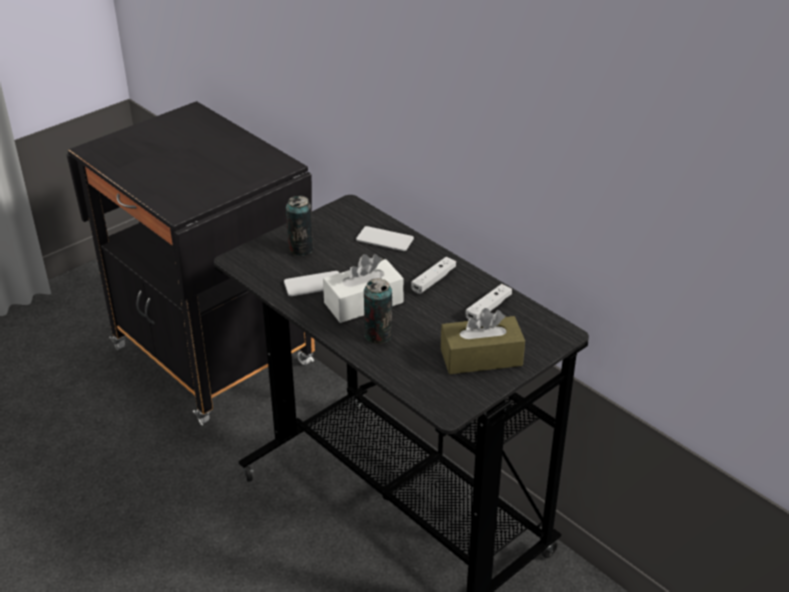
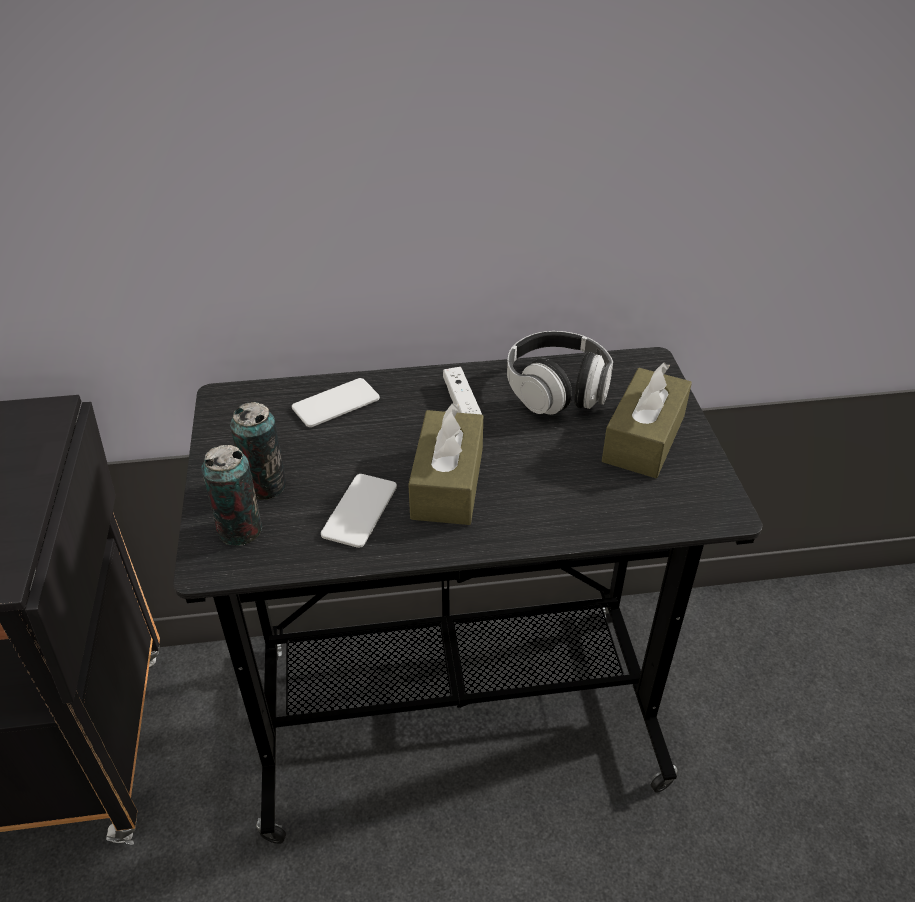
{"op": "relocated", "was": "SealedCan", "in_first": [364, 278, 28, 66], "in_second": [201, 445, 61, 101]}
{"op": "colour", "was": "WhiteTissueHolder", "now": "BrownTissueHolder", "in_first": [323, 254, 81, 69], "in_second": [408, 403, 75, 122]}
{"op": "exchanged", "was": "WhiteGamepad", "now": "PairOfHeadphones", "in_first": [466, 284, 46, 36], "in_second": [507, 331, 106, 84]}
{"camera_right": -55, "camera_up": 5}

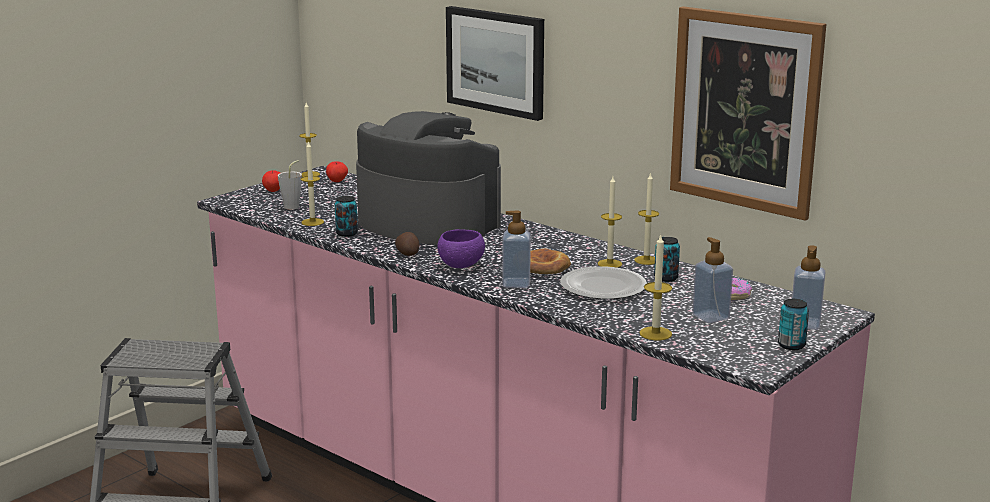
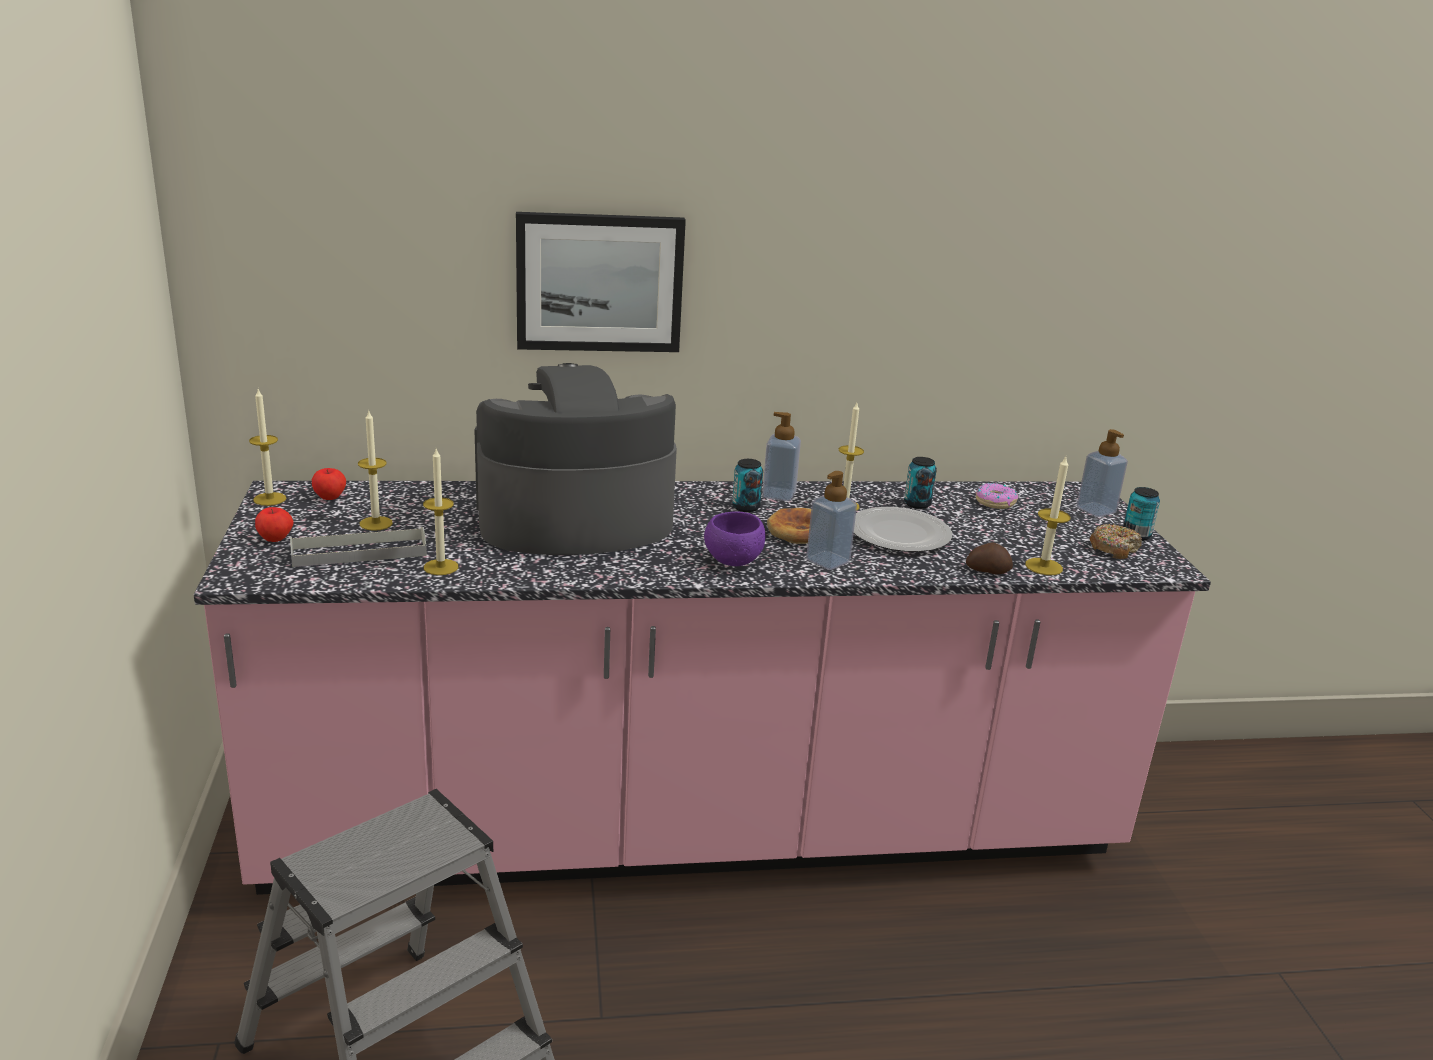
{"op": "exchanged", "was": "GreyishCup", "now": "GreyishTray", "in_first": [278, 160, 24, 49], "in_second": [290, 527, 137, 40]}
{"op": "relocated", "was": "WaxLight", "in_first": [634, 172, 25, 93], "in_second": [358, 409, 35, 122]}
{"op": "relocated", "was": "SealedCan", "in_first": [335, 196, 23, 41], "in_second": [732, 459, 31, 53]}
{"op": "relocated", "was": "SoapDispenser", "in_first": [692, 237, 41, 86], "in_second": [762, 412, 39, 89]}
{"op": "relocated", "was": "Potato", "in_first": [395, 232, 24, 24], "in_second": [966, 542, 47, 32]}
{"op": "appeared", "now": "RingDoughnut", "in_second": [1090, 524, 52, 35]}
{"op": "missing", "was": "WallArt", "in_first": [670, 6, 156, 215]}
{"camera_right": -50, "camera_up": 5}

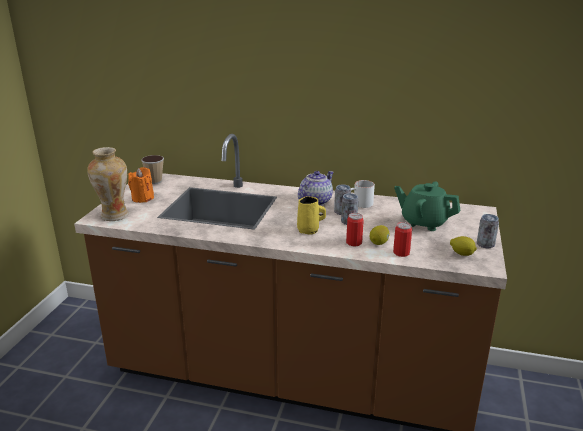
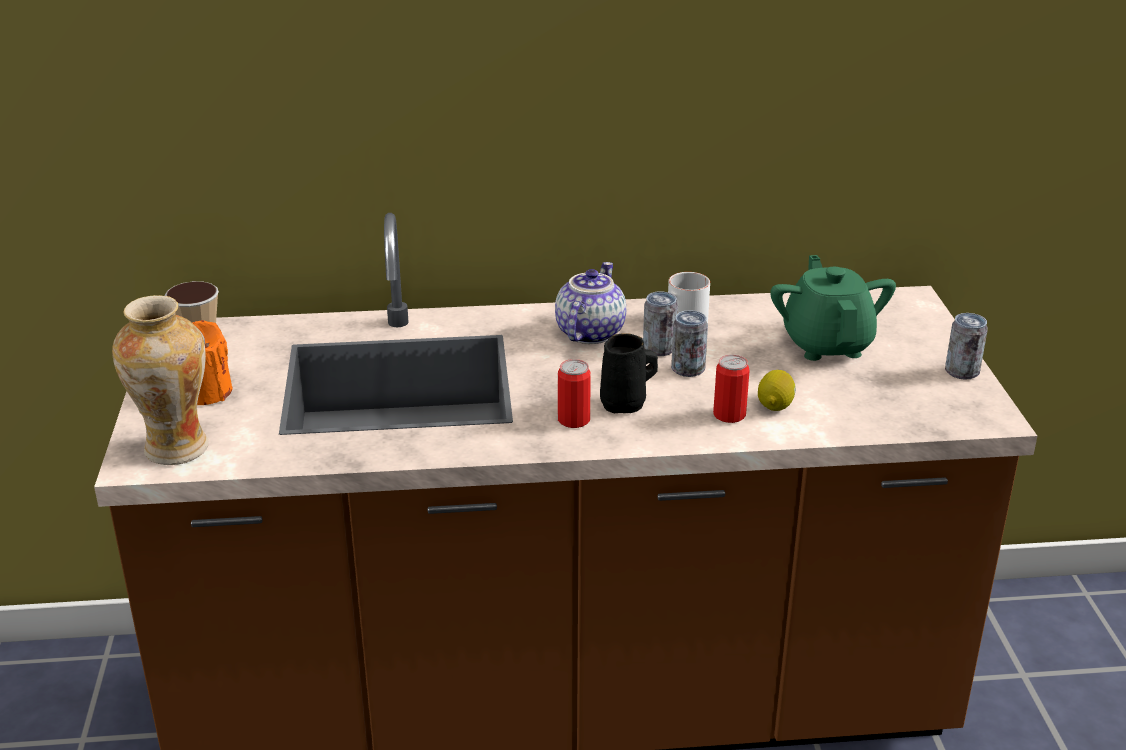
{"op": "relocated", "was": "SealedCan", "in_first": [393, 222, 19, 35], "in_second": [558, 359, 33, 69]}
{"op": "colour", "was": "YellowishCoffeeMug", "now": "BlackColouredCoffeeMug", "in_first": [297, 196, 29, 38], "in_second": [600, 333, 58, 80]}
{"op": "spun", "was": "GreenTeaPot", "in_first": [394, 181, 67, 50], "in_second": [770, 255, 126, 106], "clockwise": 75}
{"op": "missing", "was": "Lemon", "in_first": [450, 236, 27, 20]}
{"camera_right": -20, "camera_up": 5}

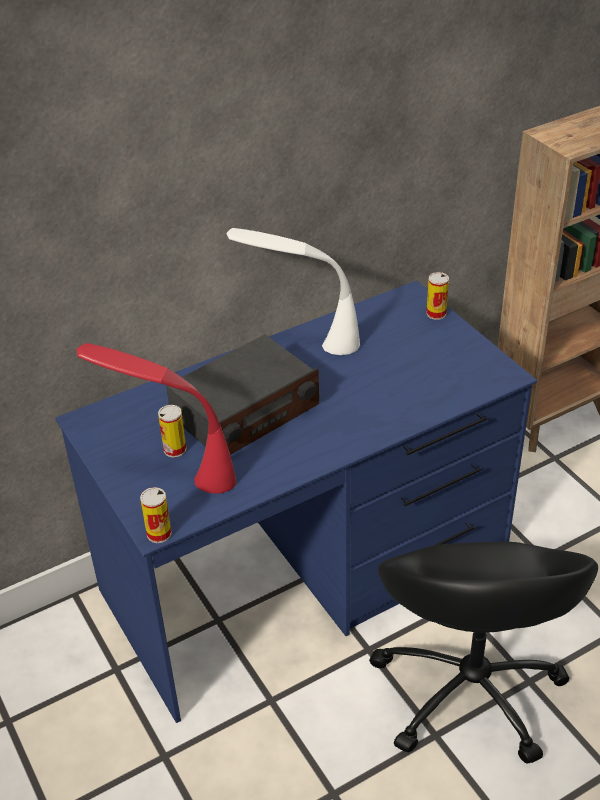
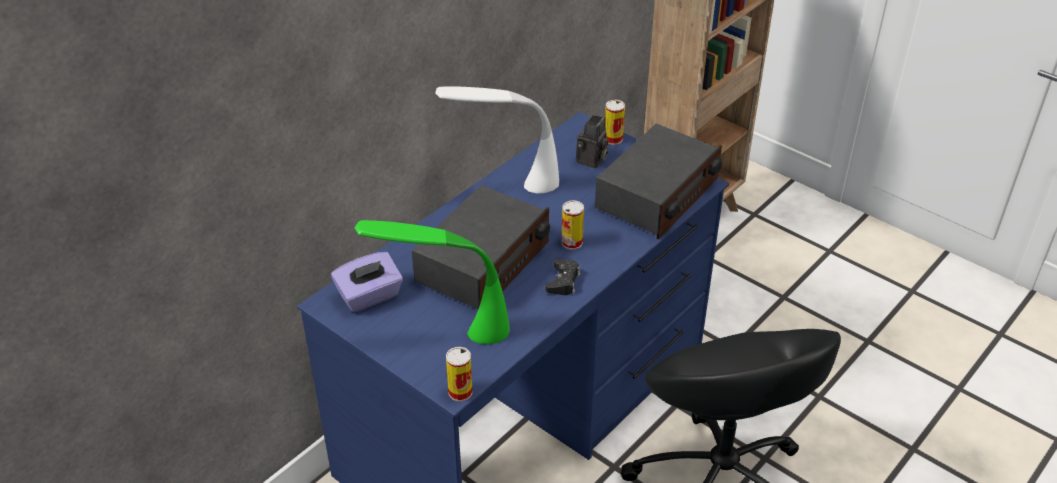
{"op": "appeared", "now": "PurplishTissueHolder", "in_second": [331, 252, 72, 60]}
{"op": "colour", "was": "ReddishTabletopLamp", "now": "GreenTabletopLamp", "in_first": [77, 343, 160, 150], "in_second": [355, 220, 155, 124]}
{"op": "appeared", "now": "BlackColouredGamepad", "in_second": [545, 259, 35, 36]}
{"op": "relocated", "was": "SealedCan", "in_first": [158, 405, 28, 53], "in_second": [562, 200, 22, 50]}
{"op": "appeared", "now": "PhotoCamera", "in_second": [576, 115, 33, 53]}
{"op": "appeared", "now": "Radio", "in_second": [595, 124, 127, 116]}
{"camera_right": -20, "camera_up": 0}

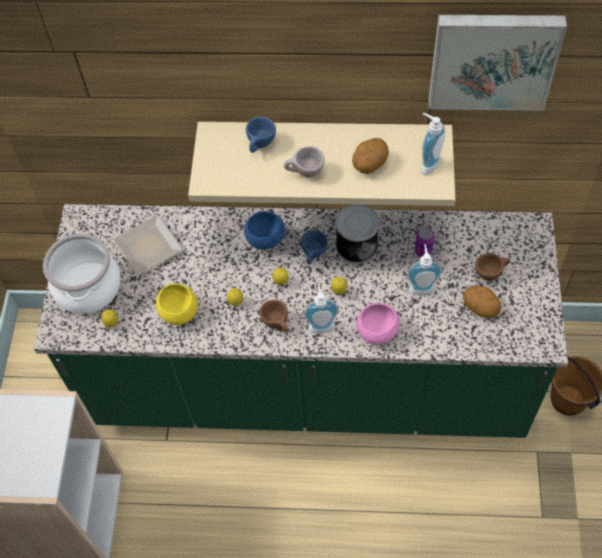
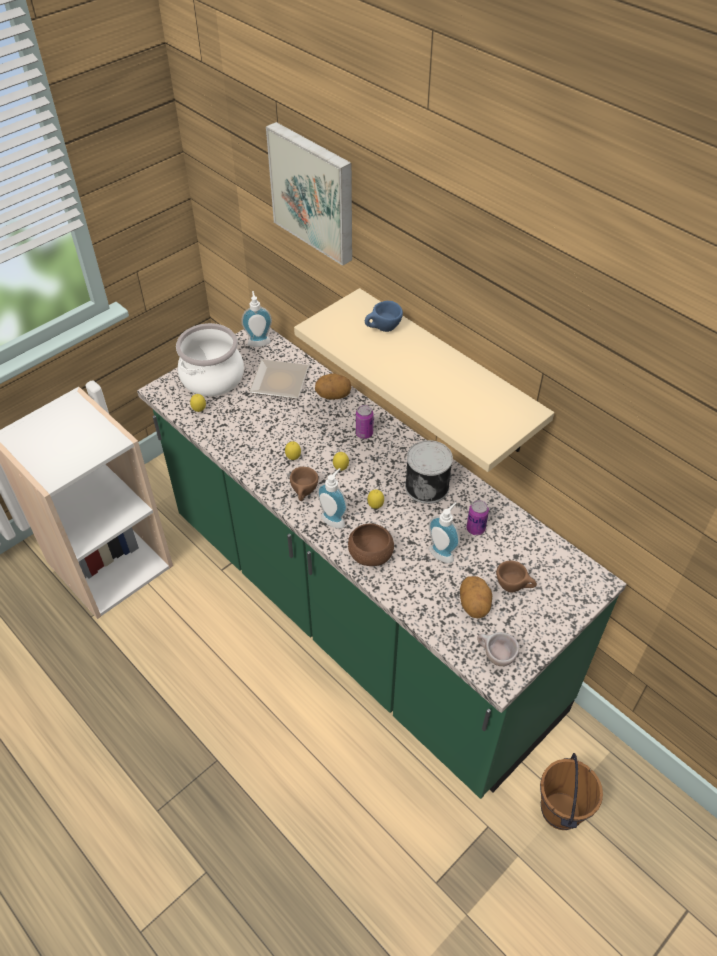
{"op": "relocated", "was": "SoapDispenser", "in_first": [421, 113, 24, 62], "in_second": [241, 291, 31, 56]}
{"op": "relocated", "was": "WallArt", "in_first": [429, 15, 138, 96], "in_second": [266, 122, 86, 144]}
{"op": "relocated", "was": "Potato", "in_first": [352, 138, 37, 36], "in_second": [315, 373, 37, 27]}
{"op": "colour", "was": "PinkDeepDish", "now": "BrownDeepDish", "in_first": [357, 303, 43, 41], "in_second": [348, 523, 46, 43]}
{"op": "exchanged", "was": "BlueColouredDeepDish", "now": "SealedCan", "in_first": [244, 211, 41, 39], "in_second": [356, 405, 18, 34]}
{"op": "relocated", "was": "BeigeColouredCup", "in_first": [284, 146, 40, 32], "in_second": [477, 632, 42, 34]}
{"op": "missing", "was": "YellowishDeepDish", "in_first": [156, 284, 42, 41]}
{"op": "missing", "was": "BlueColouredCup", "in_first": [301, 230, 27, 35]}
{"camera_right": 40, "camera_up": -10}

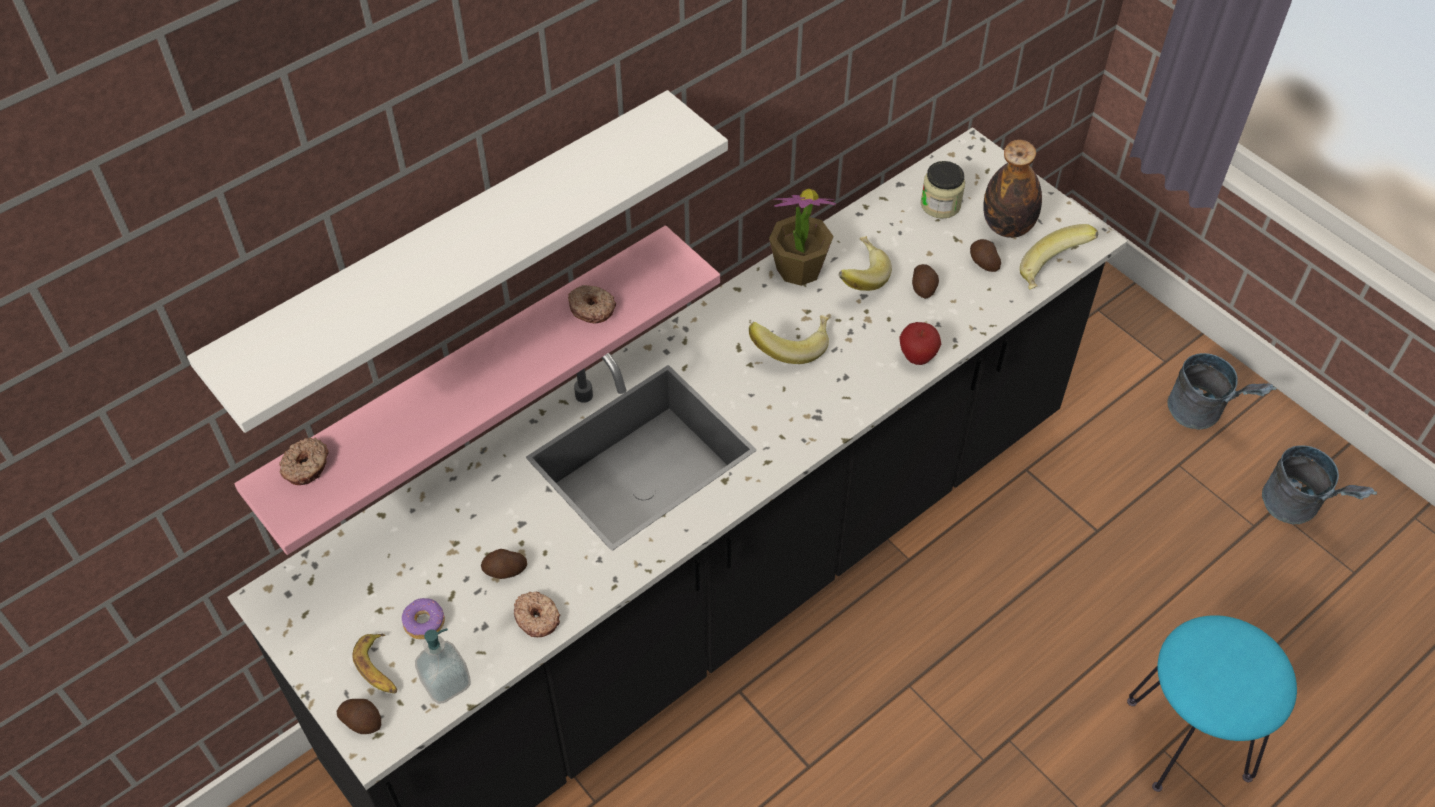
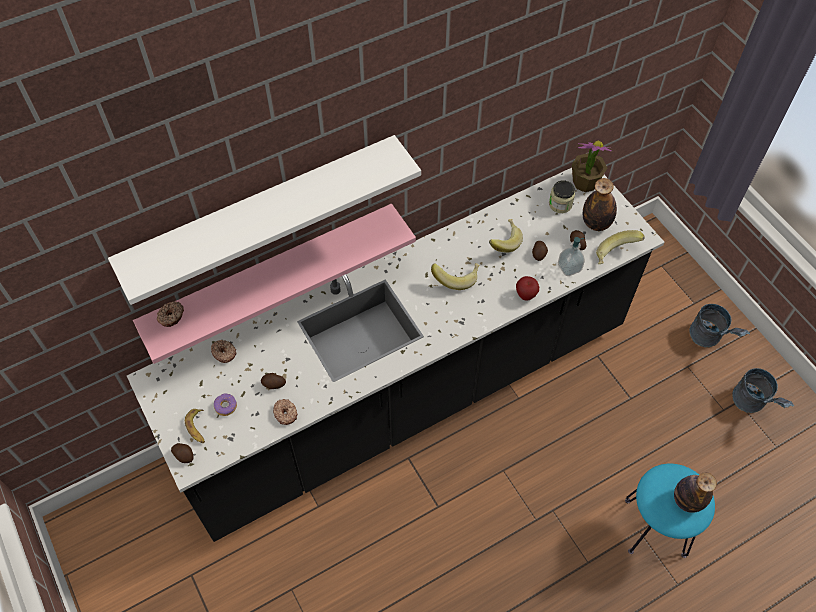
{"op": "relocated", "was": "RingDoughnut", "in_first": [568, 285, 48, 38], "in_second": [211, 340, 25, 23]}
{"op": "relocated", "was": "SoapDispenser", "in_first": [415, 628, 56, 76], "in_second": [558, 237, 27, 39]}
{"op": "relocated", "was": "PottedPlant", "in_first": [769, 189, 67, 97], "in_second": [572, 140, 40, 52]}
{"op": "appeared", "now": "Bottle", "in_second": [674, 472, 43, 41]}
{"camera_right": 10, "camera_up": 5}

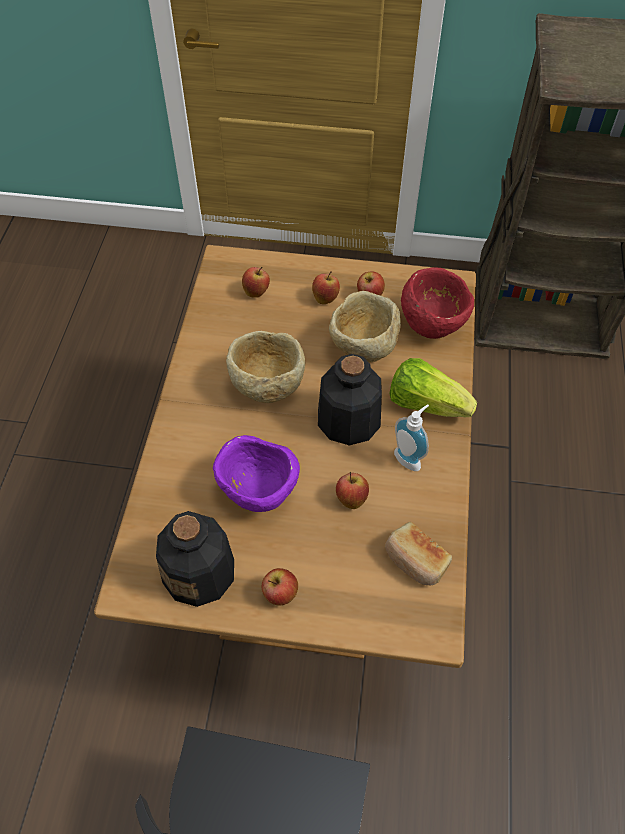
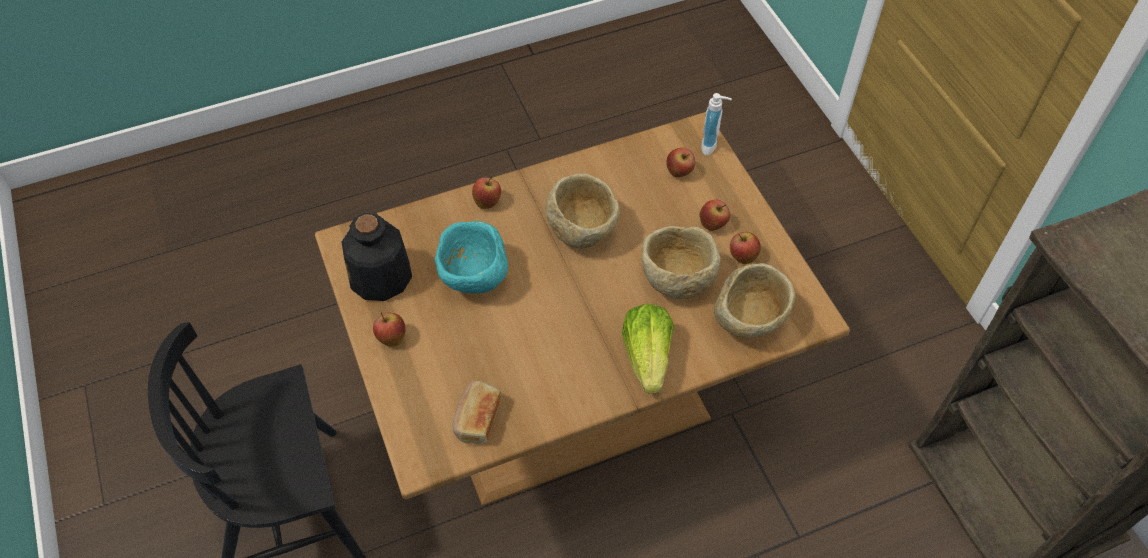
{"op": "colour", "was": "PurplishDeepDish", "now": "TurquoiseColouredDeepDish", "in_first": [213, 435, 87, 77], "in_second": [435, 221, 73, 72]}
{"op": "relocated", "was": "WholeApple", "in_first": [336, 472, 33, 37], "in_second": [472, 177, 29, 32]}
{"op": "relocated", "was": "SoapDispenser", "in_first": [394, 404, 35, 67], "in_second": [701, 93, 31, 62]}
{"op": "colour", "was": "ReddishDeepDish", "now": "BeigeColouredDeepDish", "in_first": [401, 267, 73, 72], "in_second": [714, 263, 81, 76]}
{"op": "missing", "was": "Bottle", "in_first": [318, 354, 64, 92]}
{"camera_right": 60, "camera_up": 0}

